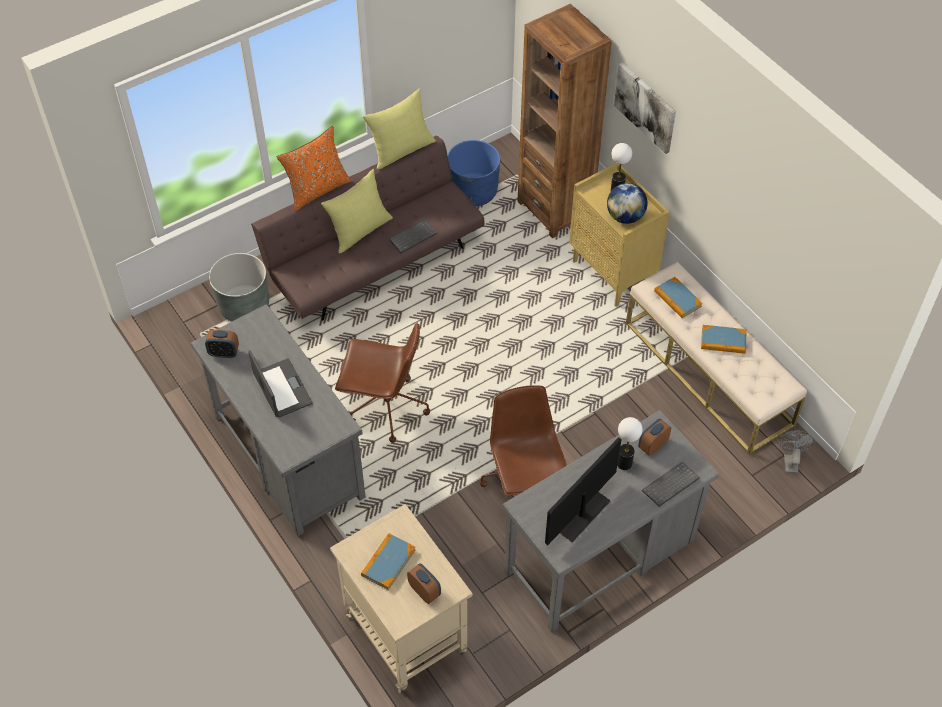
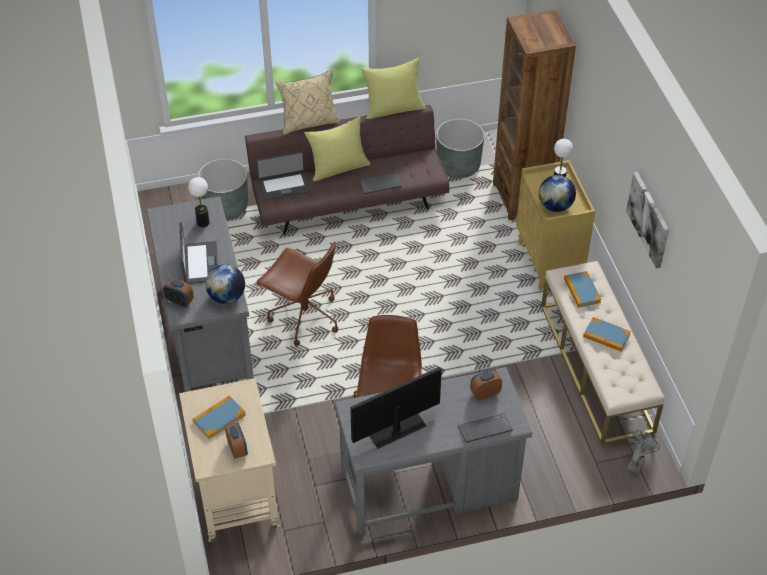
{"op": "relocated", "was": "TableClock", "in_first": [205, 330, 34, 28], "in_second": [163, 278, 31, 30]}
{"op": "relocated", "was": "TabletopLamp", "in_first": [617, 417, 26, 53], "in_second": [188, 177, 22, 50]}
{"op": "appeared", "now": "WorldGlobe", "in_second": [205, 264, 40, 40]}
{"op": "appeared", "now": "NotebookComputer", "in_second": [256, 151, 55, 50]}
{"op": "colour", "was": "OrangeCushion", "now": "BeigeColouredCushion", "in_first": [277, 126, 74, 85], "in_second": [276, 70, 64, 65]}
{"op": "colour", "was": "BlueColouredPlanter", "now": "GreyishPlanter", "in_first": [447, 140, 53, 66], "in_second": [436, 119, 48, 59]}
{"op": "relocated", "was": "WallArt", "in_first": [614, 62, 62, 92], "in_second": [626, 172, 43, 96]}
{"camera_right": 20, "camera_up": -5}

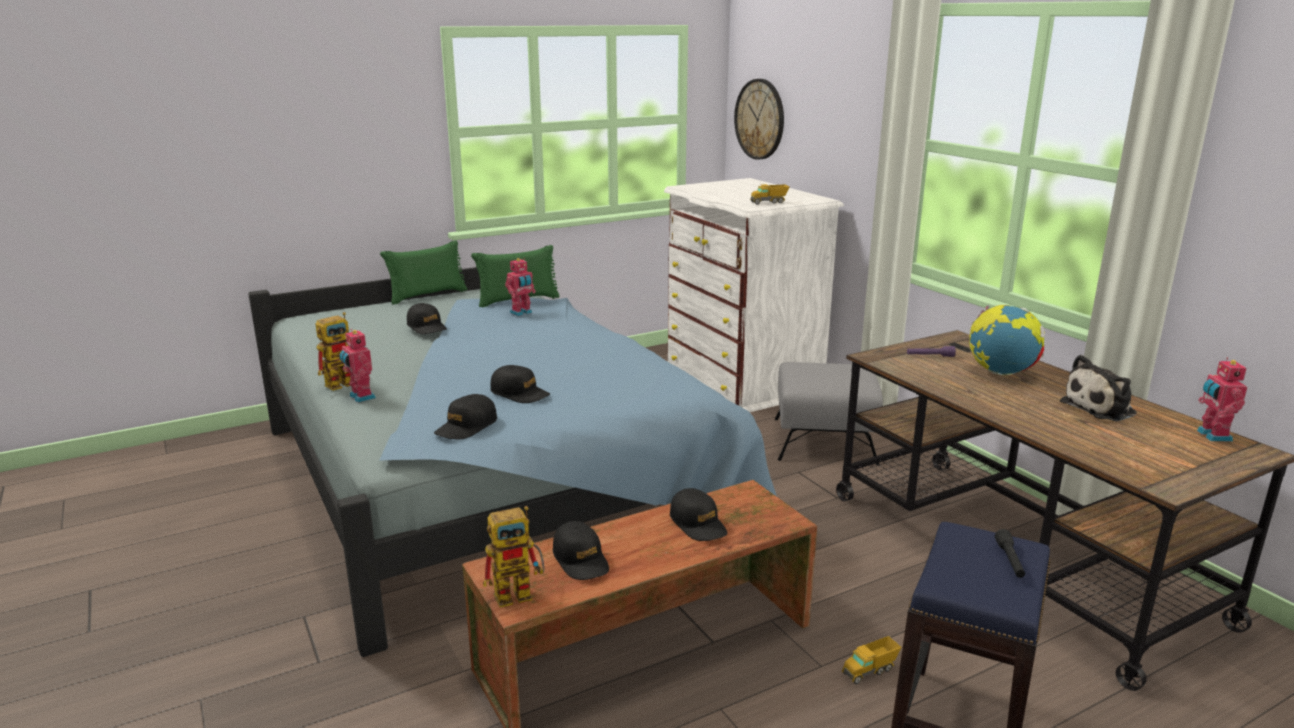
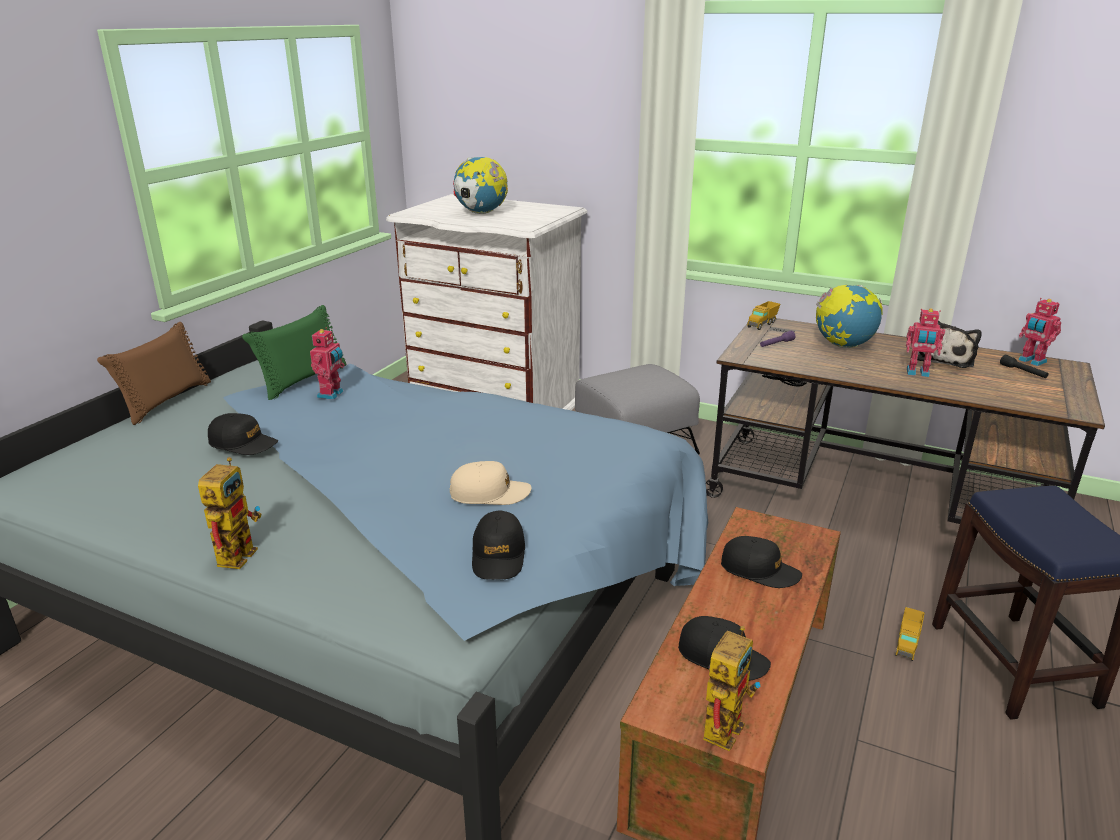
{"op": "colour", "was": "GreenCushion", "now": "BrownCushion", "in_first": [380, 241, 87, 63], "in_second": [97, 322, 114, 103]}
{"op": "colour", "was": "BlackColouredPeakedCap", "now": "BeigeColouredPeakedCap", "in_first": [490, 365, 60, 38], "in_second": [450, 461, 82, 44]}
{"op": "appeared", "now": "WorldGlobe", "in_second": [453, 157, 55, 57]}
{"op": "relocated", "was": "ModelTruck", "in_first": [750, 184, 39, 20], "in_second": [747, 301, 33, 29]}
{"op": "relocated", "was": "ModelRobot", "in_first": [339, 329, 37, 74], "in_second": [906, 308, 39, 69]}
{"op": "relocated", "was": "BlackColouredTorch", "in_first": [995, 529, 30, 49], "in_second": [1000, 355, 49, 23]}
{"op": "missing", "was": "WallClock", "in_first": [734, 79, 50, 81]}
{"camera_right": -35, "camera_up": 5}

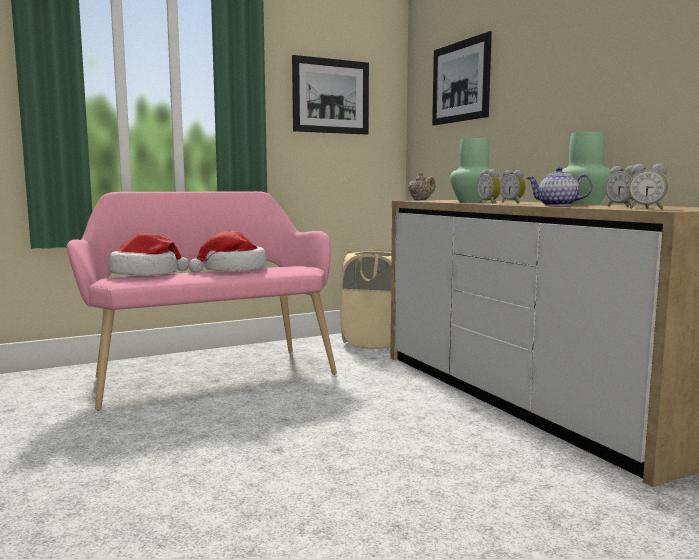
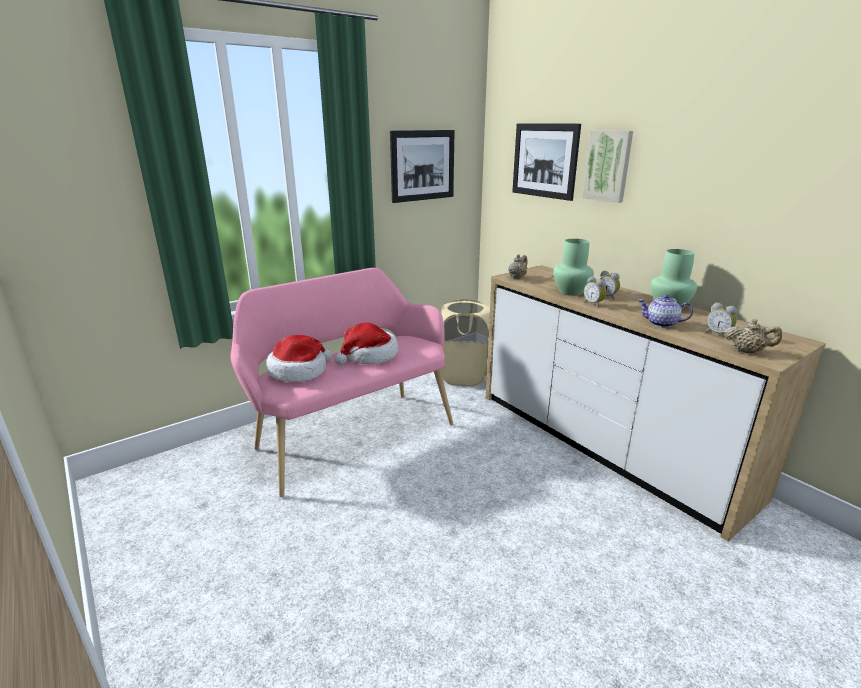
{"op": "appeared", "now": "WallArt", "in_second": [582, 130, 51, 73]}
{"op": "exchanged", "was": "TableClock", "now": "BeigeColouredTeaPot", "in_first": [628, 164, 40, 45], "in_second": [724, 319, 58, 34]}
{"camera_right": -10, "camera_up": 15}

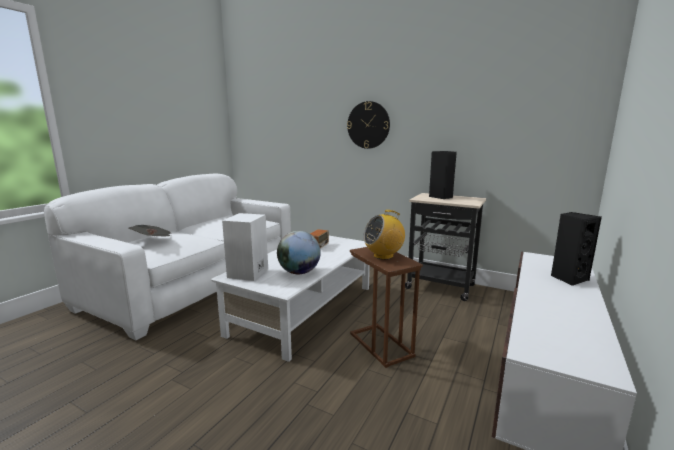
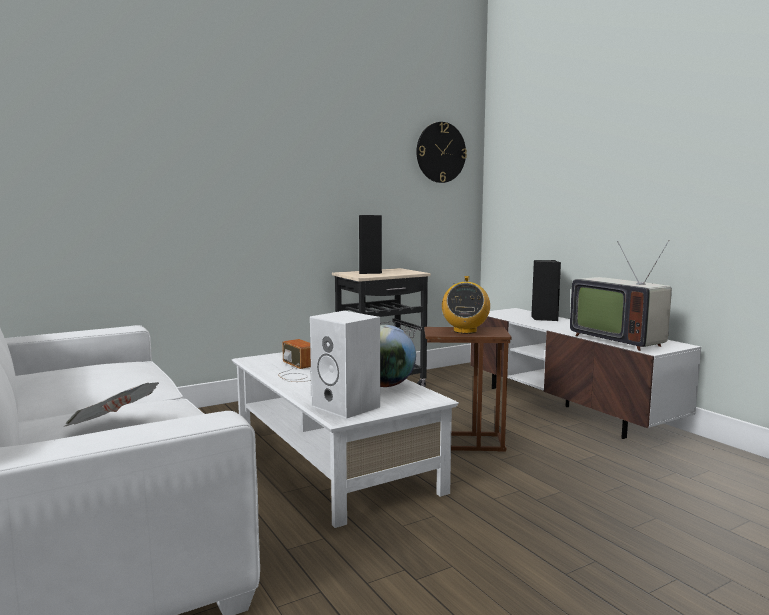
{"op": "relocated", "was": "WallClock", "in_first": [347, 101, 43, 48], "in_second": [416, 122, 51, 61]}
{"op": "appeared", "now": "Television", "in_second": [570, 240, 102, 111]}
{"camera_right": -60, "camera_up": -5}

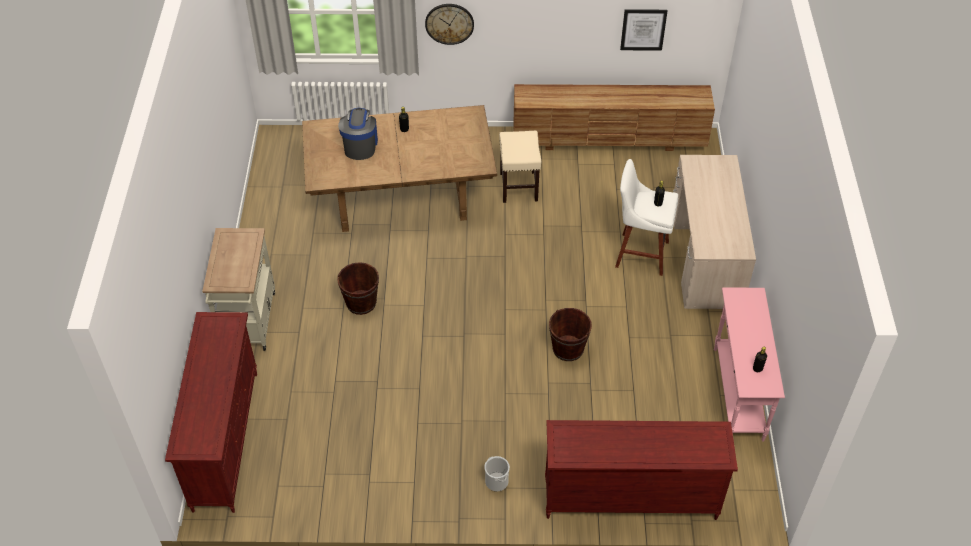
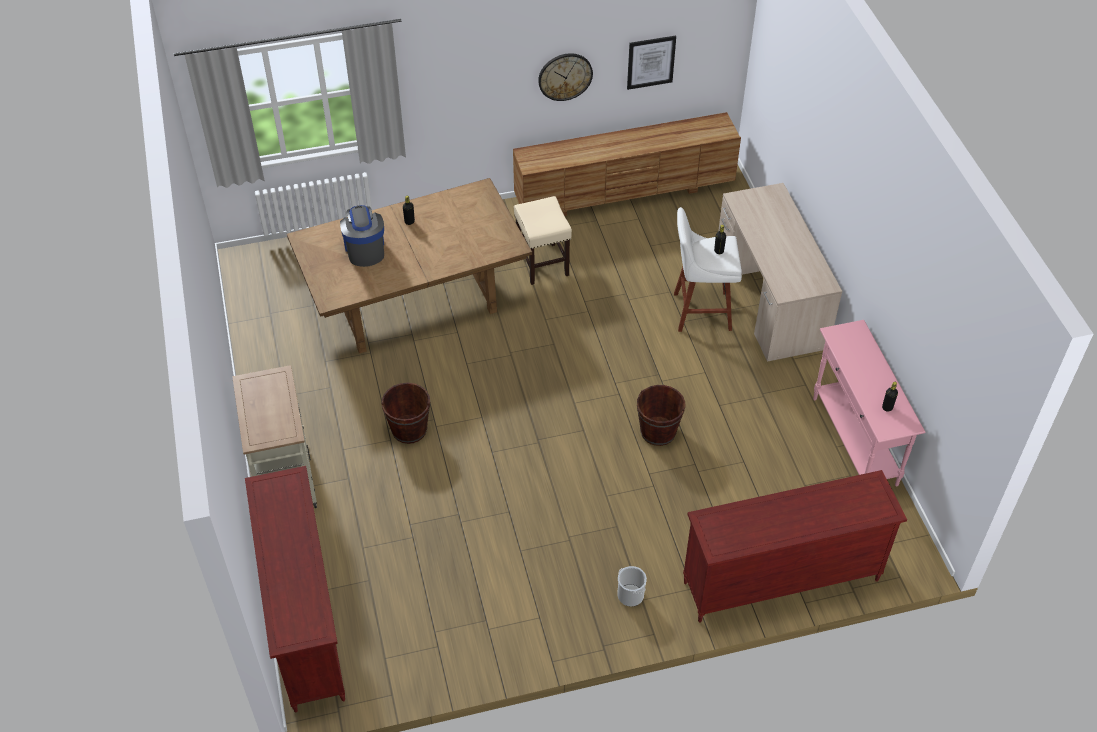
{"op": "relocated", "was": "WallClock", "in_first": [425, 4, 49, 41], "in_second": [538, 53, 55, 48]}
{"camera_right": -15, "camera_up": 0}

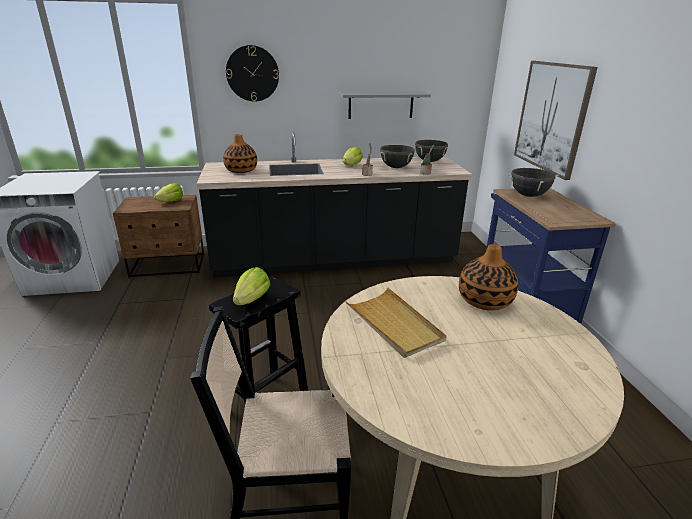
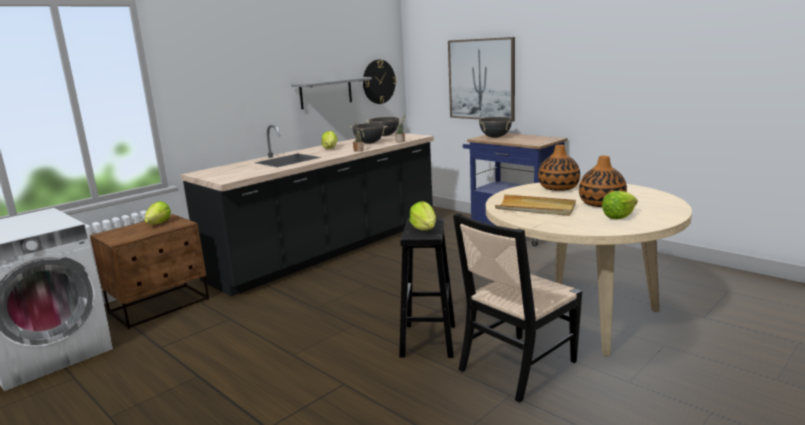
{"op": "relocated", "was": "WallClock", "in_first": [226, 45, 53, 57], "in_second": [363, 60, 33, 44]}
{"op": "relocated", "was": "Vase", "in_first": [223, 134, 34, 39], "in_second": [579, 156, 48, 51]}
{"op": "appeared", "now": "LettuceHead", "in_second": [602, 191, 36, 28]}
{"camera_right": -35, "camera_up": -10}

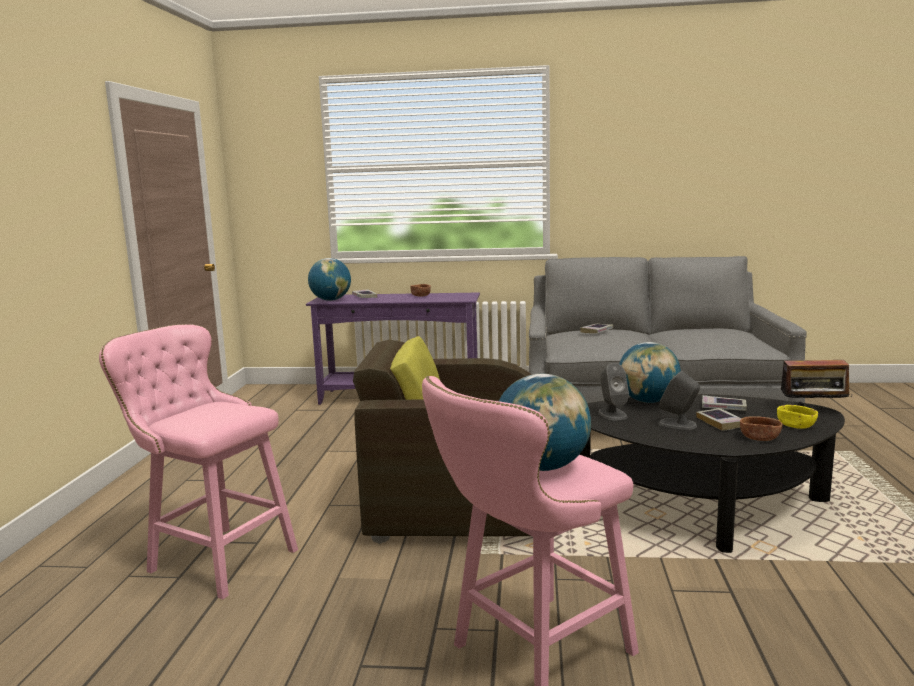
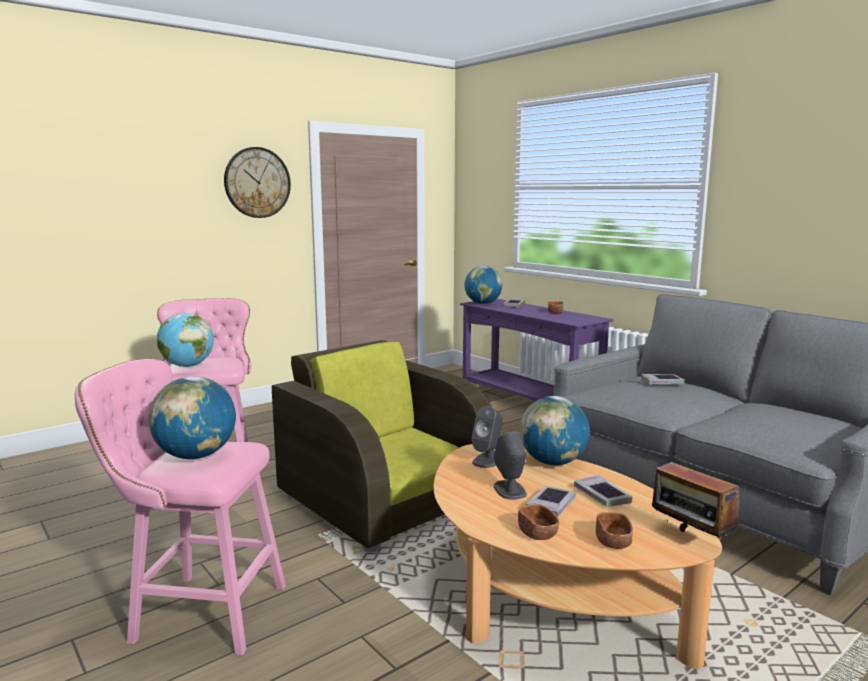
{"op": "appeared", "now": "WorldGlobe", "in_second": [157, 313, 57, 54]}
{"op": "appeared", "now": "WallClock", "in_second": [224, 147, 67, 71]}
{"op": "colour", "was": "BlackColouredLowTable", "now": "BeigeColouredLowTable", "in_first": [580, 394, 265, 159], "in_second": [434, 444, 288, 226]}
{"op": "colour", "was": "YellowishDeepDish", "now": "BrownDeepDish", "in_first": [777, 405, 41, 24], "in_second": [596, 512, 37, 37]}
{"camera_right": 45, "camera_up": 0}

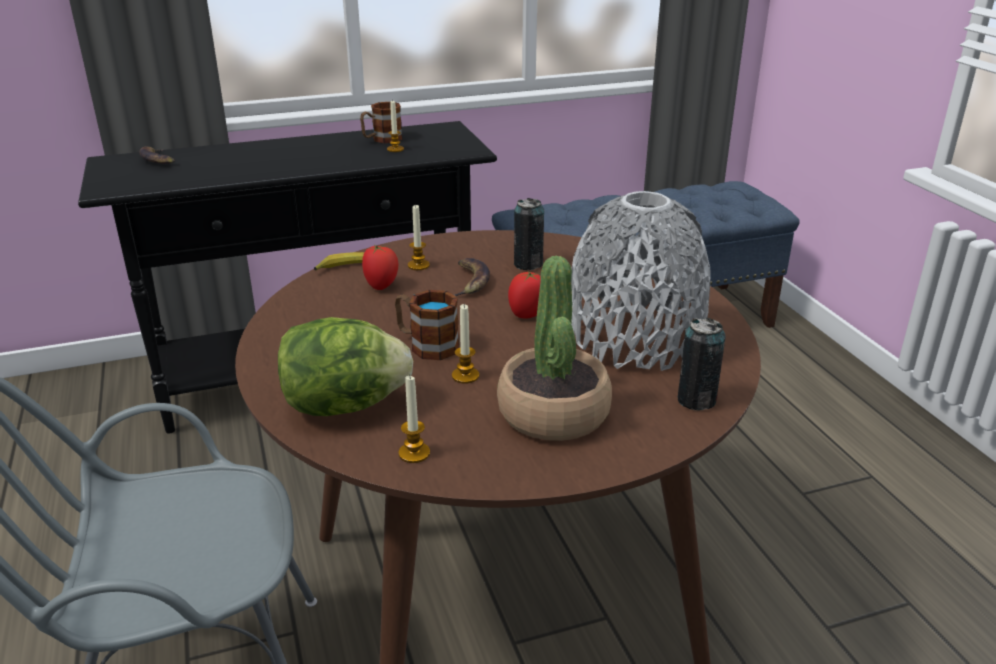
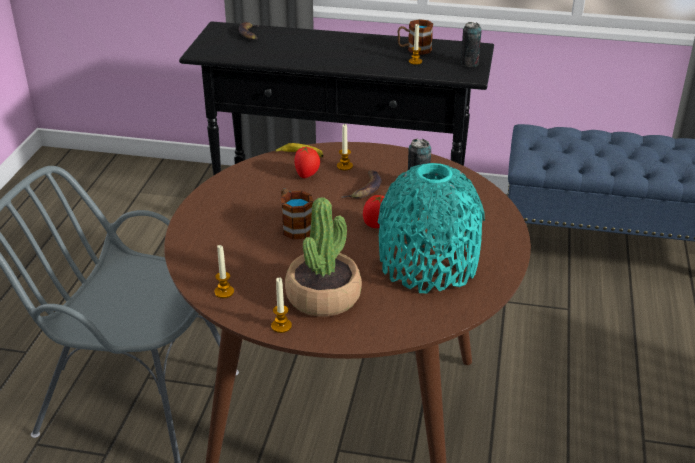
{"op": "relocated", "was": "WaxLight", "in_first": [452, 304, 27, 80], "in_second": [271, 277, 21, 56]}
{"op": "colour", "was": "GreyishVase", "now": "TurquoiseColouredVase", "in_first": [571, 191, 140, 180], "in_second": [378, 163, 107, 130]}
{"op": "relocated", "was": "SealedCan", "in_first": [677, 318, 49, 92], "in_second": [461, 22, 21, 45]}
{"op": "missing", "was": "LettuceHead", "in_first": [278, 317, 135, 99]}
{"camera_right": 30, "camera_up": 5}

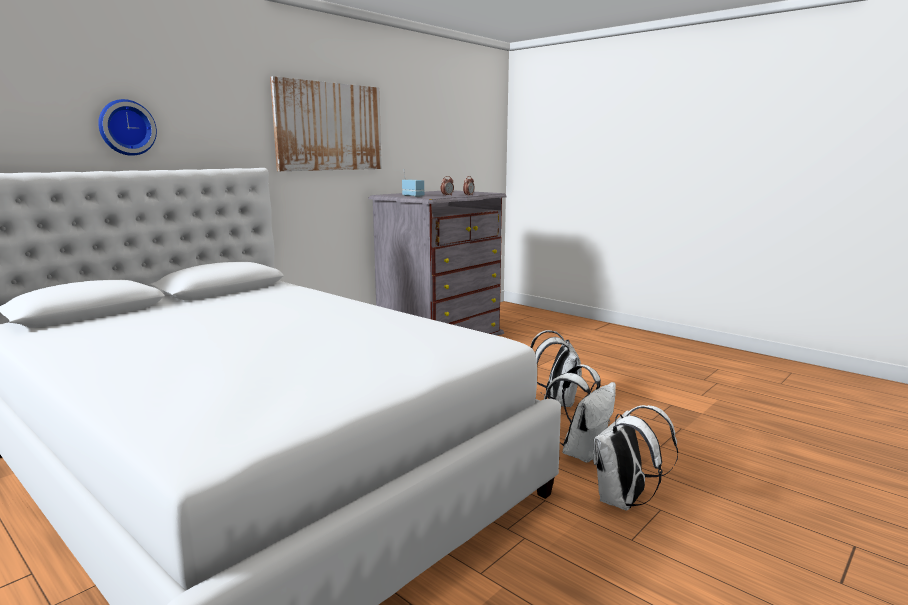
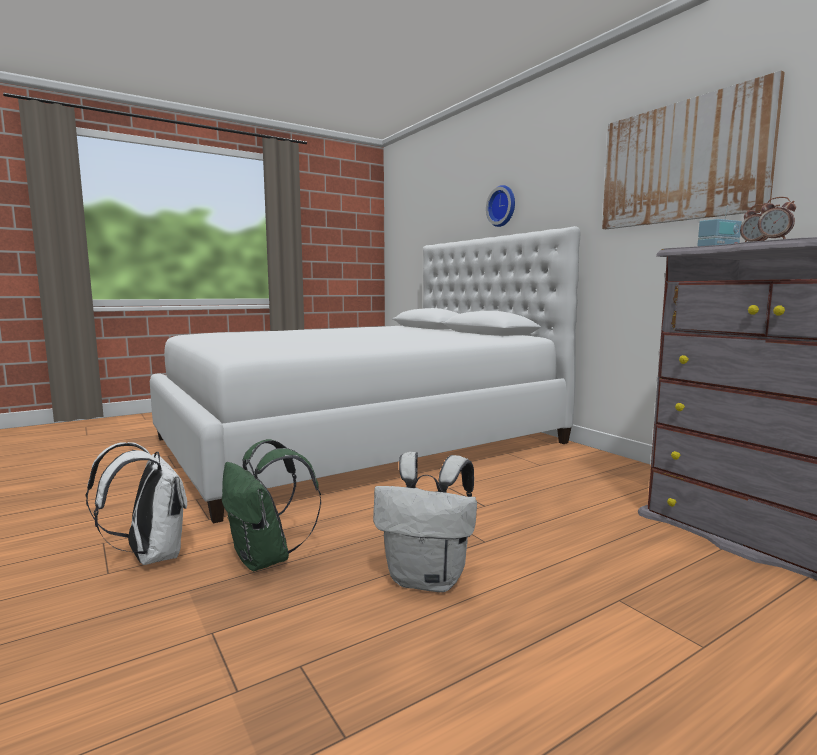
{"op": "colour", "was": "WhiteRucksack", "now": "GreenRucksack", "in_first": [544, 364, 72, 99], "in_second": [222, 439, 99, 132]}
{"camera_right": 105, "camera_up": -5}

